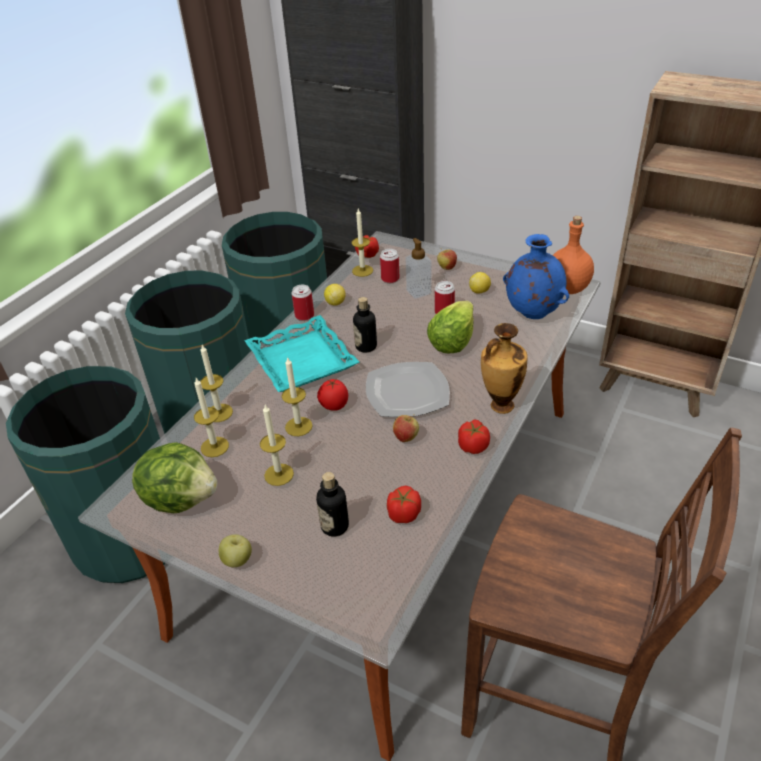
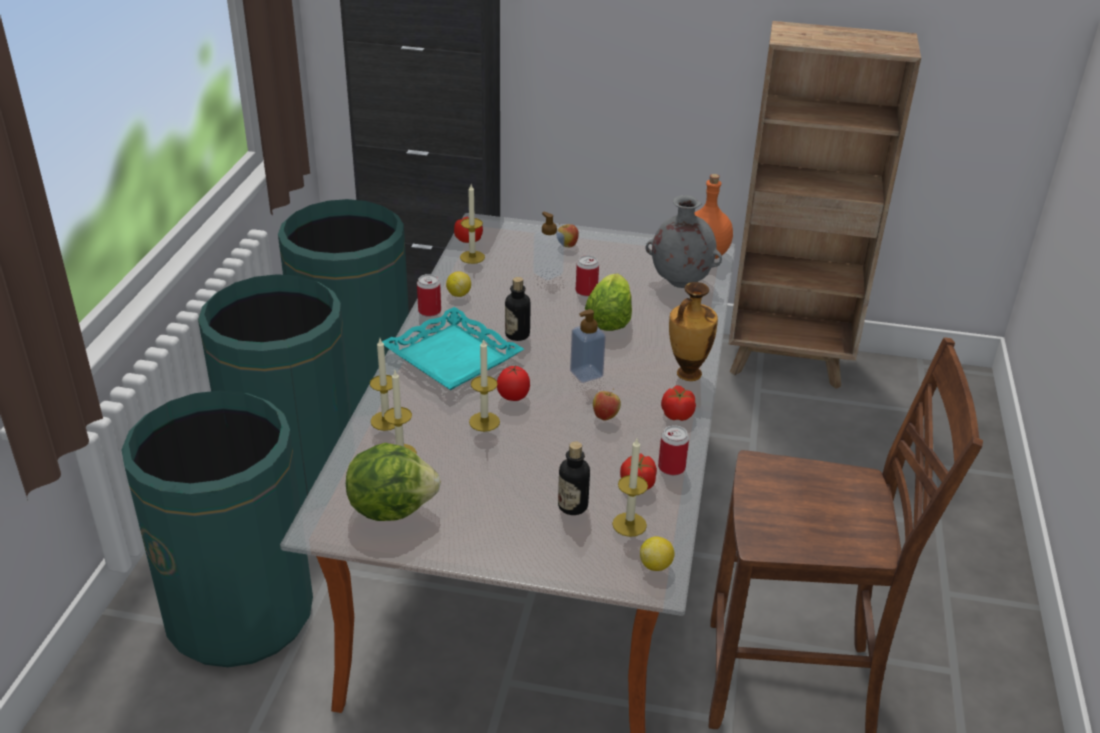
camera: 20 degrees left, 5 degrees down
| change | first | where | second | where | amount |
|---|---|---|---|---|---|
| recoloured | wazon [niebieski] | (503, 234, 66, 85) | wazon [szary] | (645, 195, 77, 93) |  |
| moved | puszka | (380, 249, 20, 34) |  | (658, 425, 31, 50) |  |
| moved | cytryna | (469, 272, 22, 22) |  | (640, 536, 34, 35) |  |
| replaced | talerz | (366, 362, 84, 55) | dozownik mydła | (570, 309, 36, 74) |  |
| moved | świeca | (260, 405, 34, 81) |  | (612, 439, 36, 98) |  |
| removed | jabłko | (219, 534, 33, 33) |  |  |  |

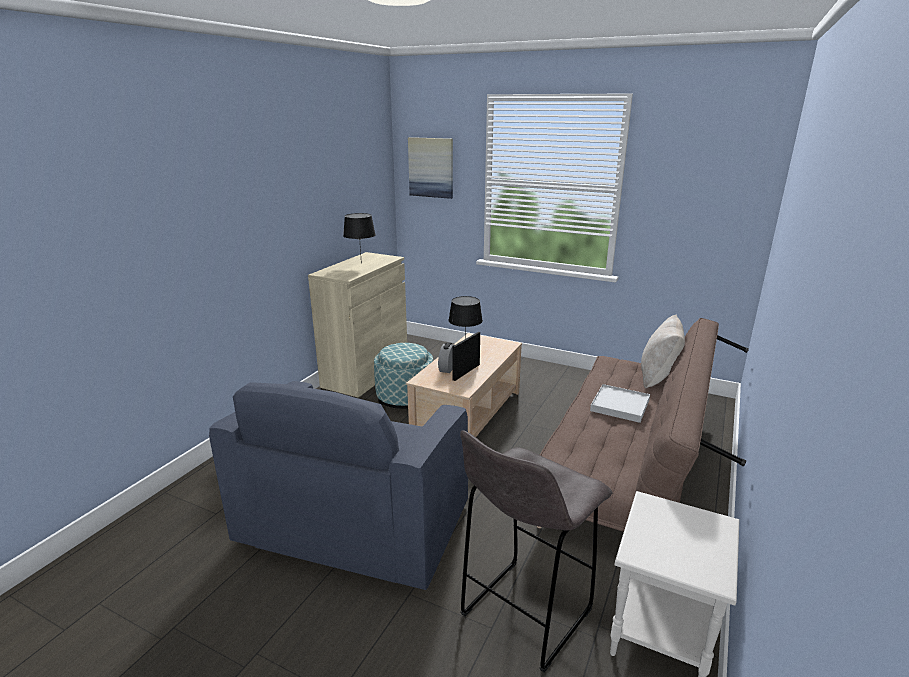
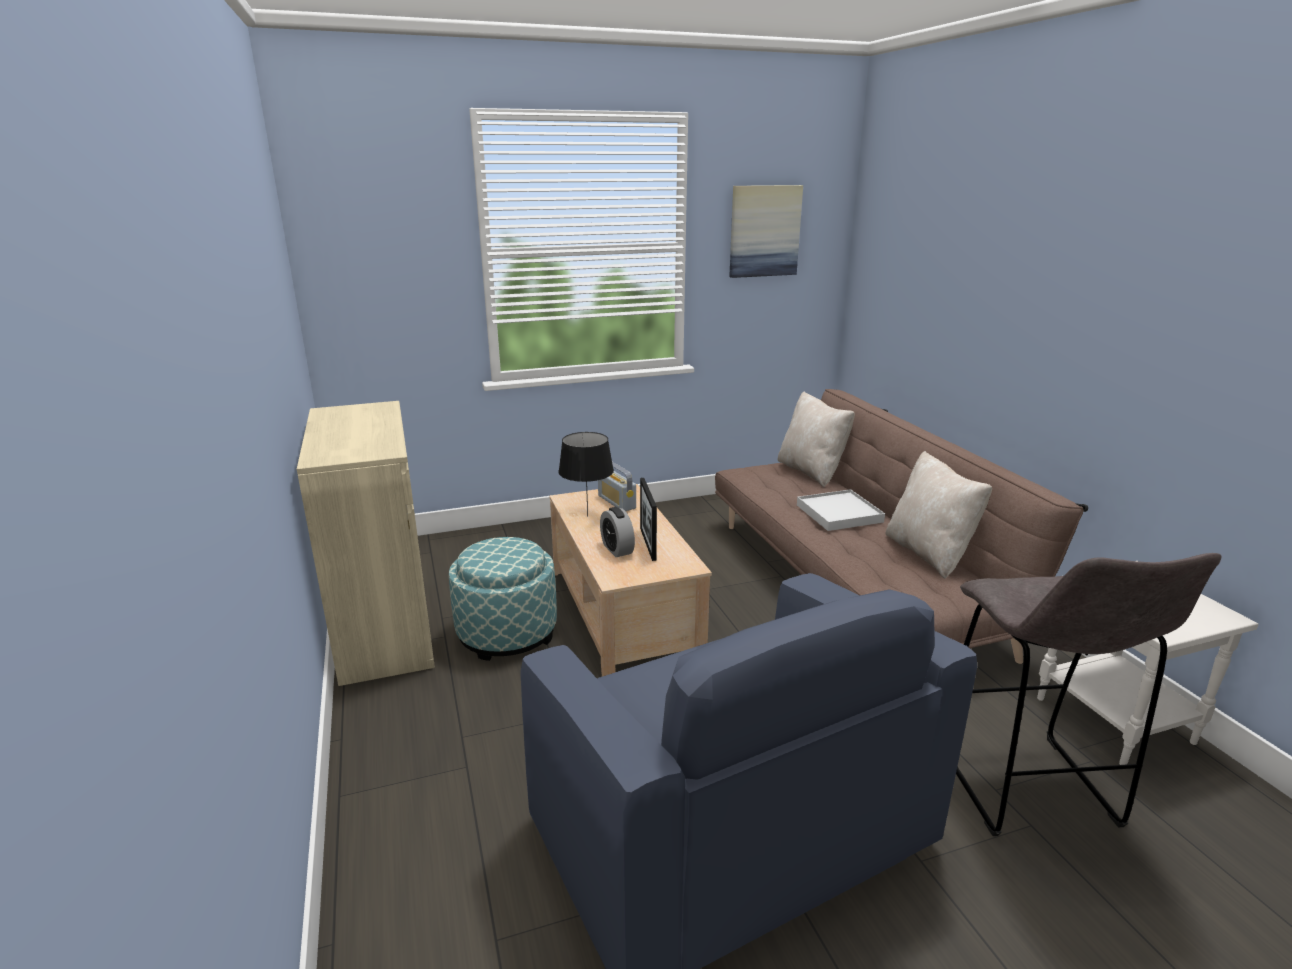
camera: 45 degrees left, 0 degrees up
| change | first | where | second | where | amount |
|---|---|---|---|---|---|
| moved | obraz | (408, 137, 45, 62) |  | (729, 185, 74, 93) |  |
| removed | lampa stołowa [czarny] | (343, 213, 33, 51) |  |  |  |
| added |  |  | poduszka [beżowy] | (885, 451, 107, 128) |  |
| added |  |  | radio | (598, 462, 38, 49) |  |

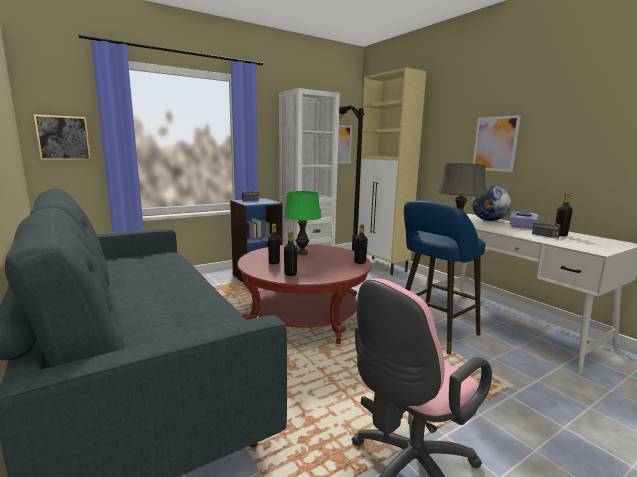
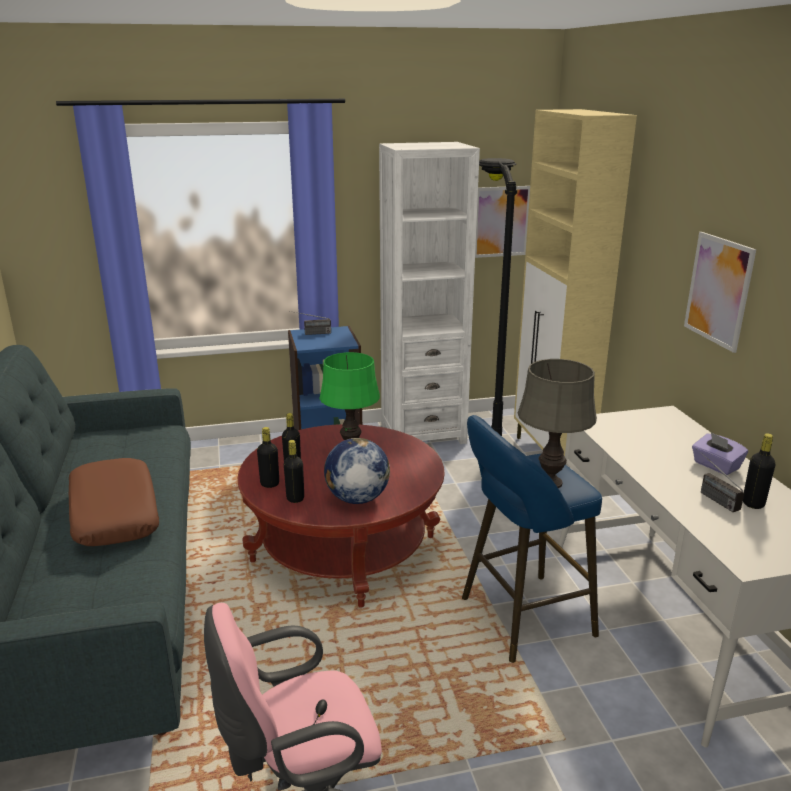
camera: 20 degrees right, 10 degrees up
| change | first | where | second | where | amount |
|---|---|---|---|---|---|
| removed | obraz | (34, 114, 57, 46) |  |  |  |
| moved | globus | (472, 185, 39, 36) |  | (324, 438, 66, 66) |  |
| moved | butelka [czarny] | (354, 224, 14, 40) |  | (257, 427, 22, 61) |  |
| added |  |  | poduszka [brązowy] | (69, 458, 90, 88) |  |

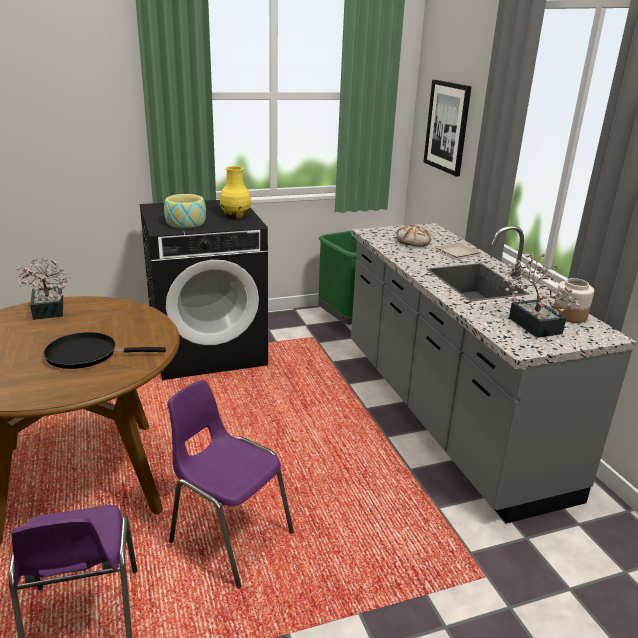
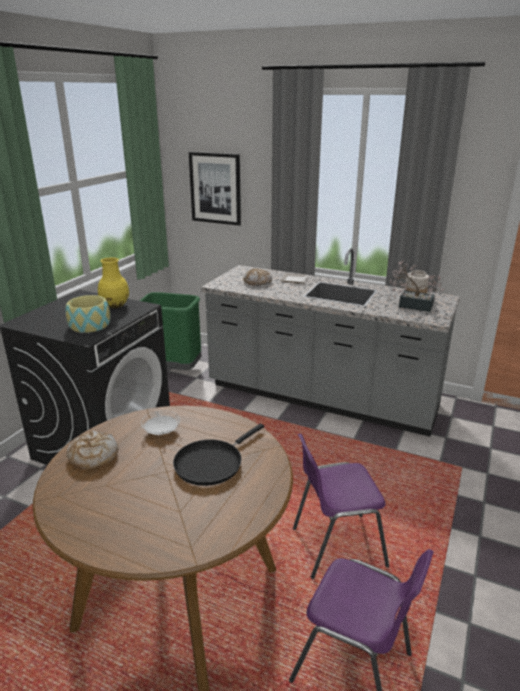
camera: 45 degrees left, 0 degrees up
| change | first | where | second | where | amount |
|---|---|---|---|---|---|
| replaced | roślina doniczkowa | (16, 258, 55, 62) | chleb | (66, 430, 52, 39) |  |
| added |  |  | talerz [biały] | (141, 410, 39, 25) |  |

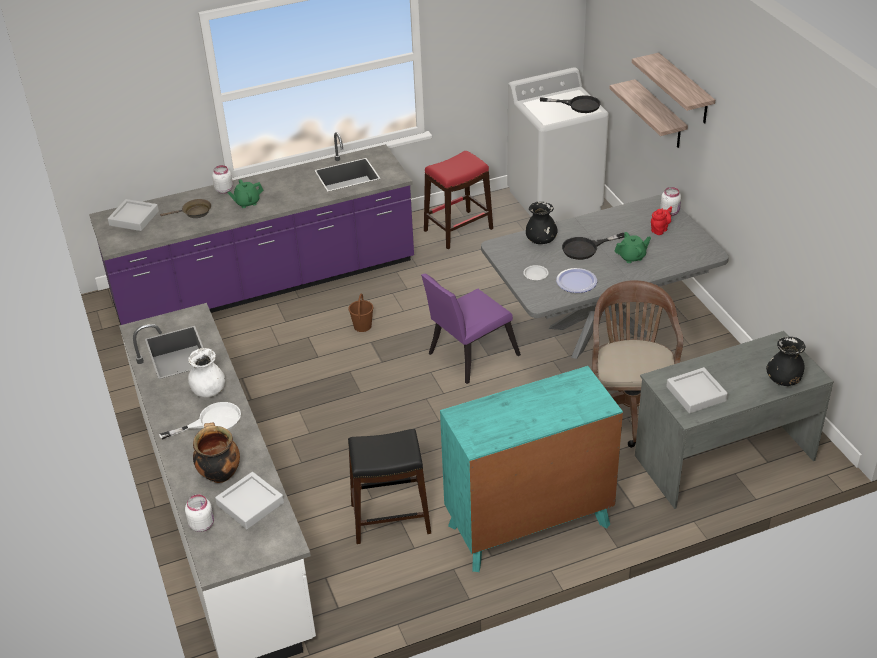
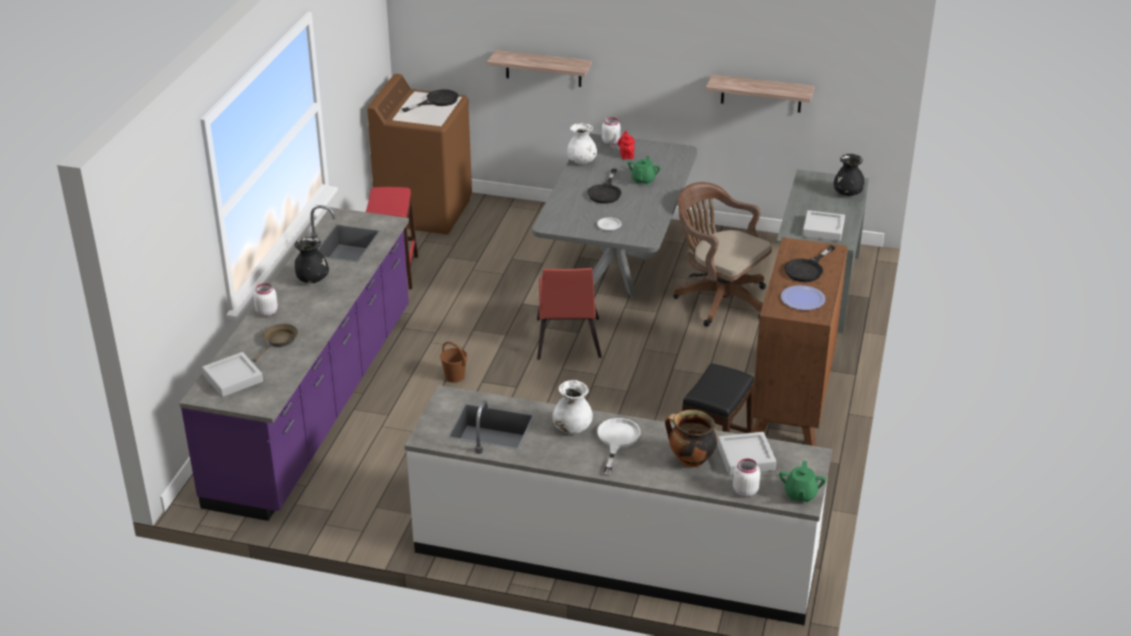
camera: 55 degrees left, 5 degrees down
| change | first | where | second | where | amount |
|---|---|---|---|---|---|
| moved | półka | (632, 53, 83, 71) |  | (706, 74, 108, 39) |  |
| recoloured | pralka [biały] | (507, 67, 102, 155) | pralka [brązowy] | (367, 74, 105, 161) |  |
| moved | imbryk [zielony] | (227, 179, 36, 29) |  | (779, 461, 47, 42) |  |
| moved | wazon [czarny] | (526, 202, 32, 42) |  | (295, 237, 34, 46) |  |
| moved | talerz | (556, 268, 41, 25) |  | (781, 285, 45, 25) |  |
| recoloured | krzesło [fioletowy] | (421, 274, 100, 110) | krzesło [czerwony] | (537, 268, 65, 92) |  |
| recoloured | komoda [turkusowy] | (440, 366, 183, 206) | komoda [brązowy] | (753, 237, 95, 209) |  |
| added |  |  | wazon [biały] | (567, 123, 30, 41) |  |
| added |  |  | patelnia [czarny] | (784, 245, 52, 37) |  |

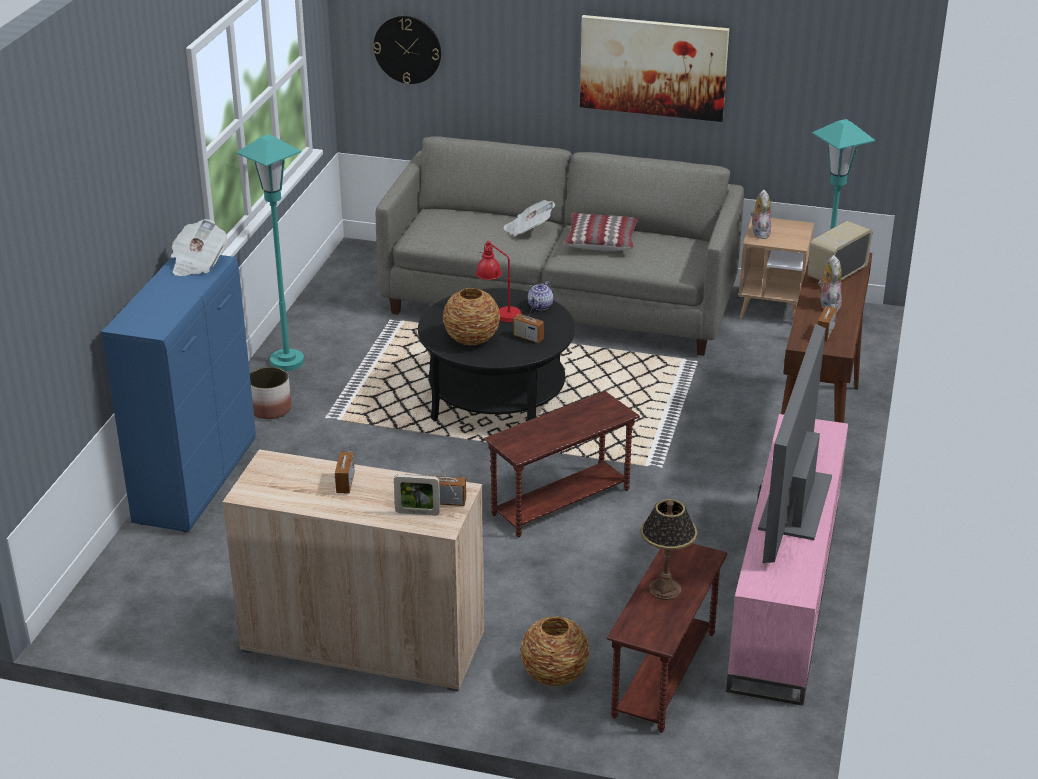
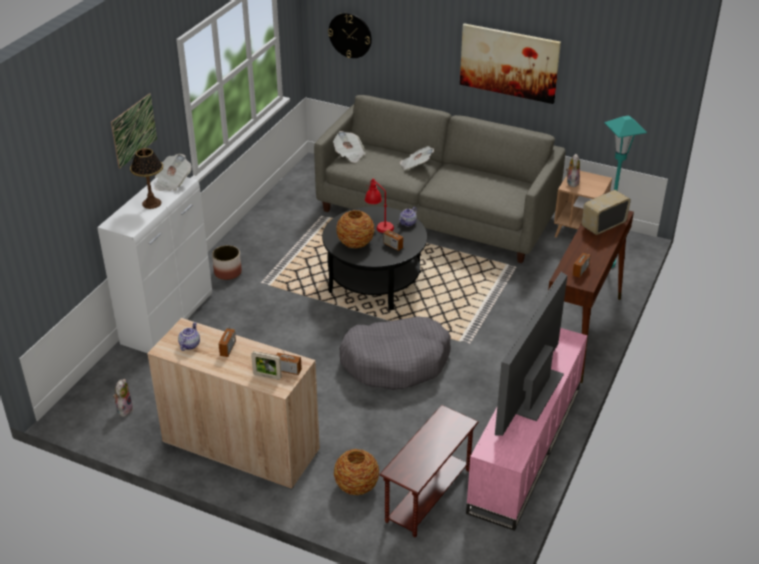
camera: 10 degrees right, 5 degrees up
| change | first | where | second | where | amount |
|---|---|---|---|---|---|
| removed | lampa stojąca [turkusowy] | (236, 134, 68, 237) |  |  |  |
| removed | poduszka | (563, 213, 75, 38) |  |  |  |
| recoloured | szafka [niebieski] | (102, 255, 154, 277) | szafka [biały] | (97, 177, 115, 176) |  |
| moved | pluszak | (818, 255, 24, 56) |  | (113, 379, 20, 39) |  |
| replaced | stolik [brązowy] | (484, 391, 156, 146) | legowisko [szary] | (339, 316, 112, 74) |  |
| moved | lampa stołowa | (641, 499, 56, 101) |  | (130, 148, 33, 61) |  |
| added |  |  | obraz | (111, 93, 46, 76) |  |
| added |  |  | gazeta | (333, 131, 33, 32) |  |
| added |  |  | imbryk | (178, 322, 22, 29) |  |

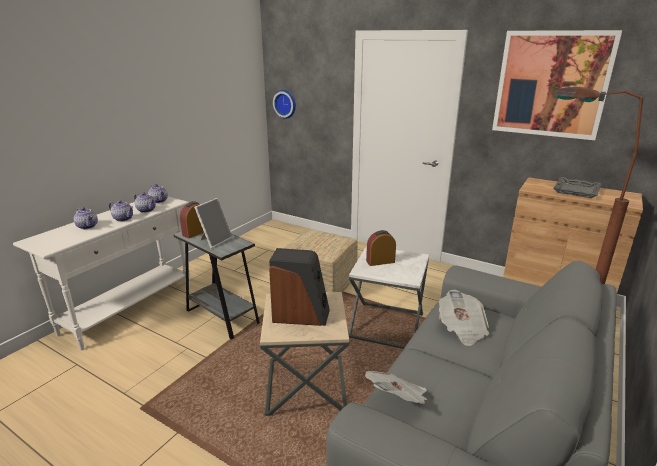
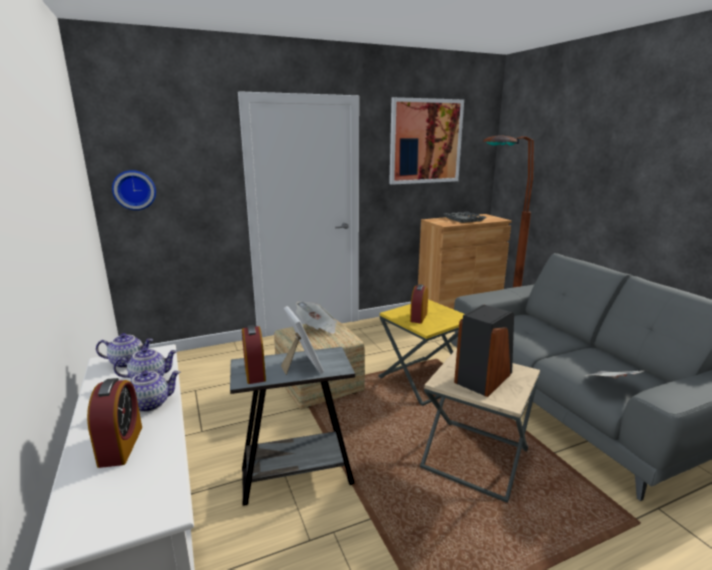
camera: 55 degrees left, 5 degrees down
| change | first | where | second | where | amount |
|---|---|---|---|---|---|
| replaced | imbryk | (74, 207, 24, 22) | budzik | (87, 378, 55, 90) |  |
| recoloured | stolik [biały] | (348, 246, 81, 103) | stolik [żółty] | (378, 299, 86, 107) |  |
| moved | gazeta | (439, 290, 51, 56) |  | (296, 301, 41, 33) |  |

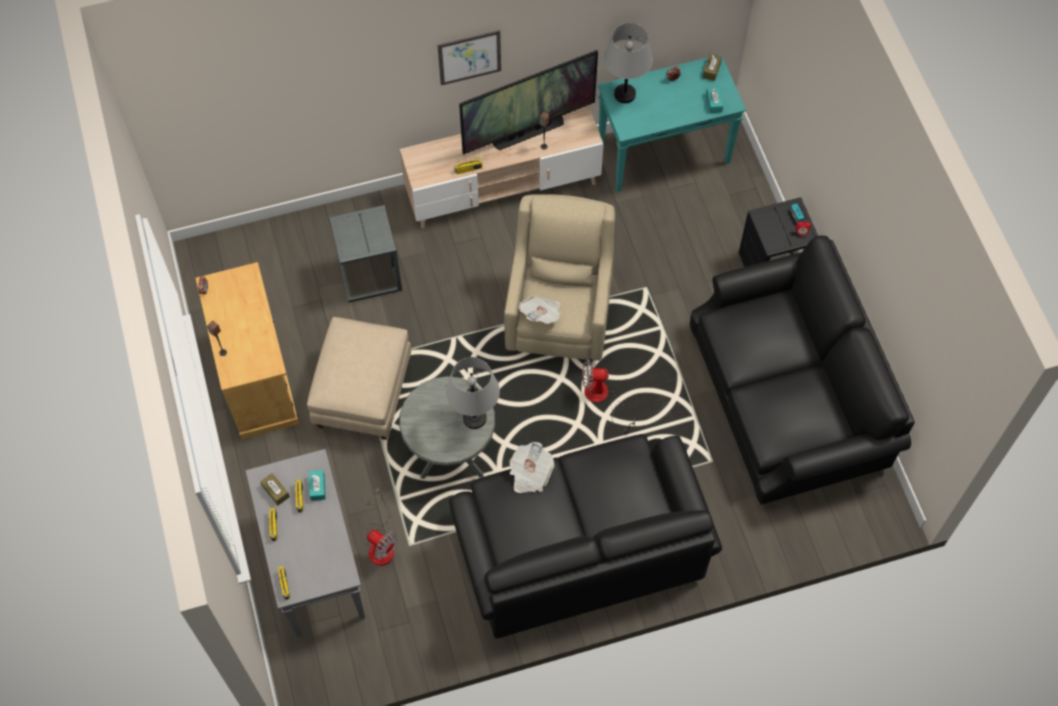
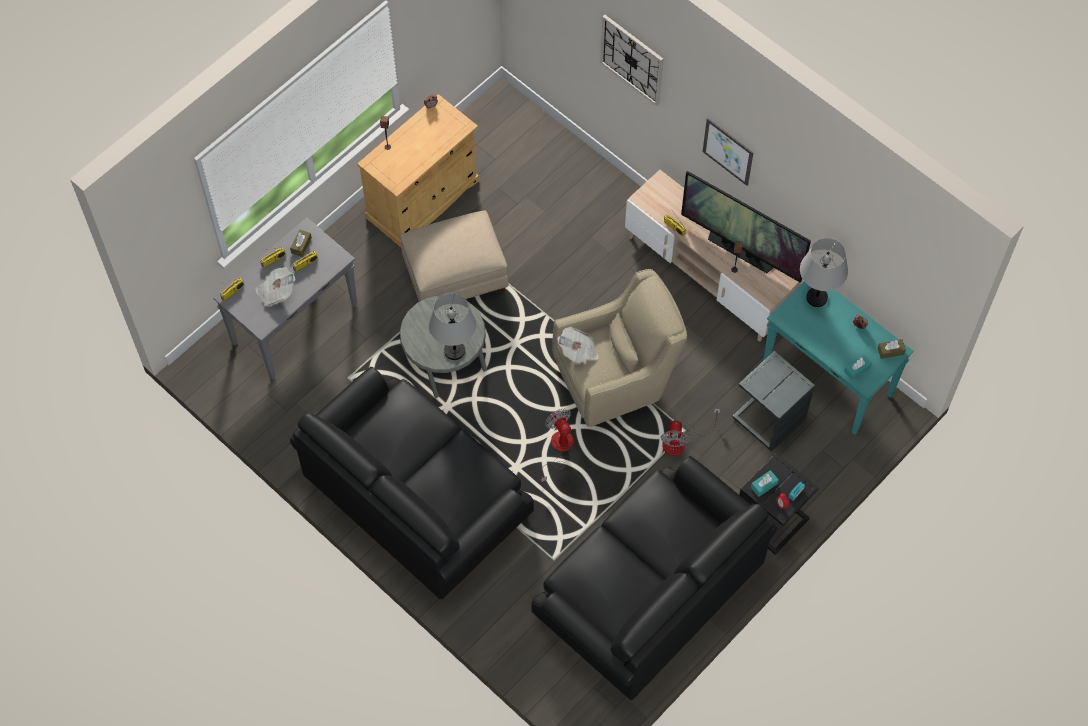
camera: 60 degrees right, 0 degrees up
| change | first | where | second | where | amount |
|---|---|---|---|---|---|
| moved | stolik [szary] | (329, 205, 73, 98) |  | (732, 351, 83, 101) |  |
| moved | gazeta | (509, 442, 45, 51) |  | (255, 267, 40, 39) |  |
| moved | pudełko chusteczek [turkusowy] | (309, 470, 17, 31) |  | (751, 470, 28, 27) |  |
| moved | wentylator | (366, 487, 32, 79) |  | (661, 409, 59, 47) |  |
| added |  |  | zegar ścienny | (600, 14, 63, 92) |  |

